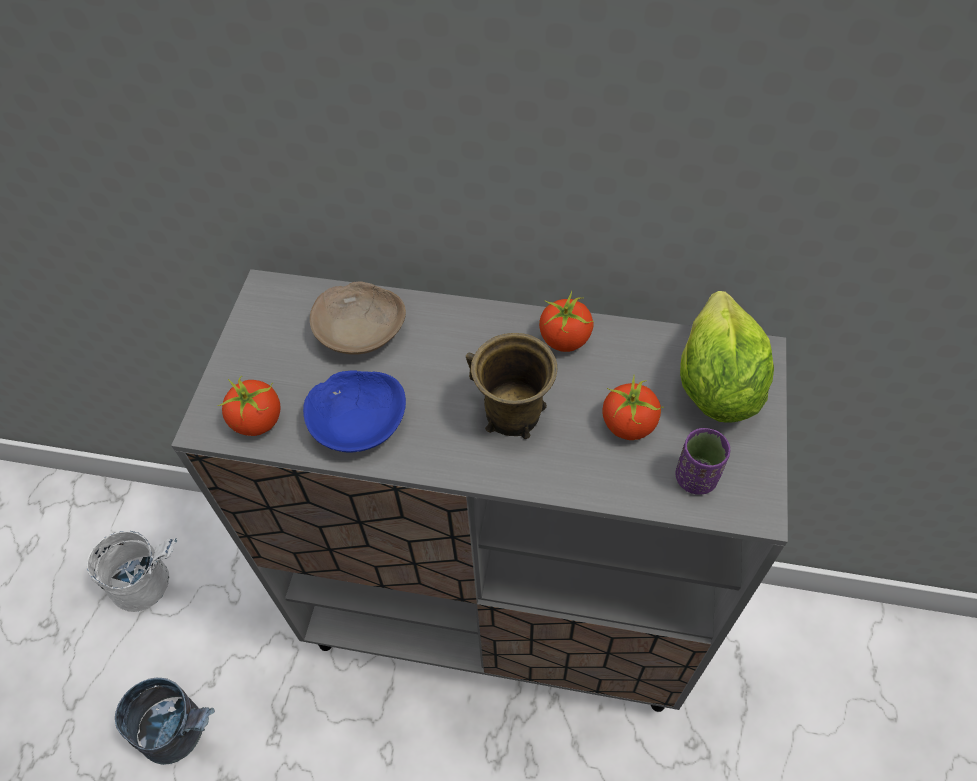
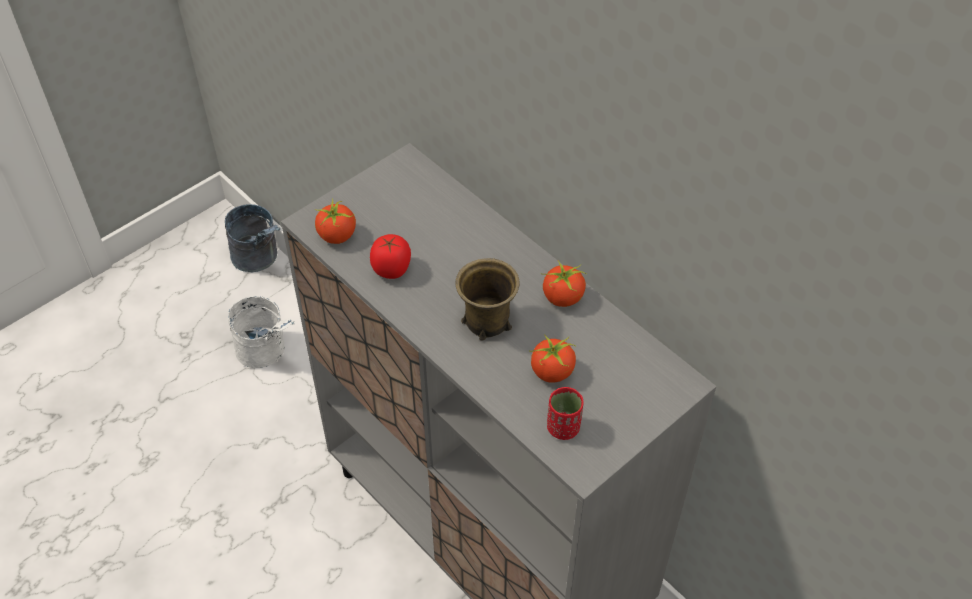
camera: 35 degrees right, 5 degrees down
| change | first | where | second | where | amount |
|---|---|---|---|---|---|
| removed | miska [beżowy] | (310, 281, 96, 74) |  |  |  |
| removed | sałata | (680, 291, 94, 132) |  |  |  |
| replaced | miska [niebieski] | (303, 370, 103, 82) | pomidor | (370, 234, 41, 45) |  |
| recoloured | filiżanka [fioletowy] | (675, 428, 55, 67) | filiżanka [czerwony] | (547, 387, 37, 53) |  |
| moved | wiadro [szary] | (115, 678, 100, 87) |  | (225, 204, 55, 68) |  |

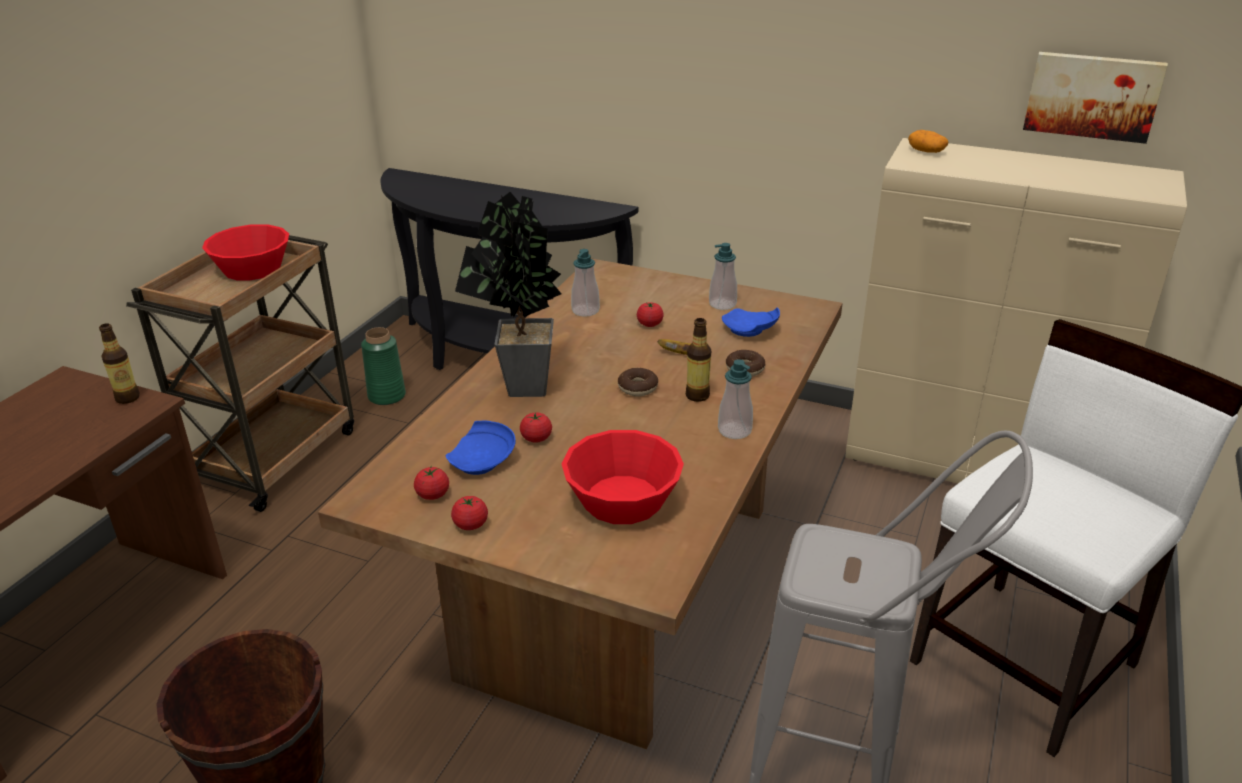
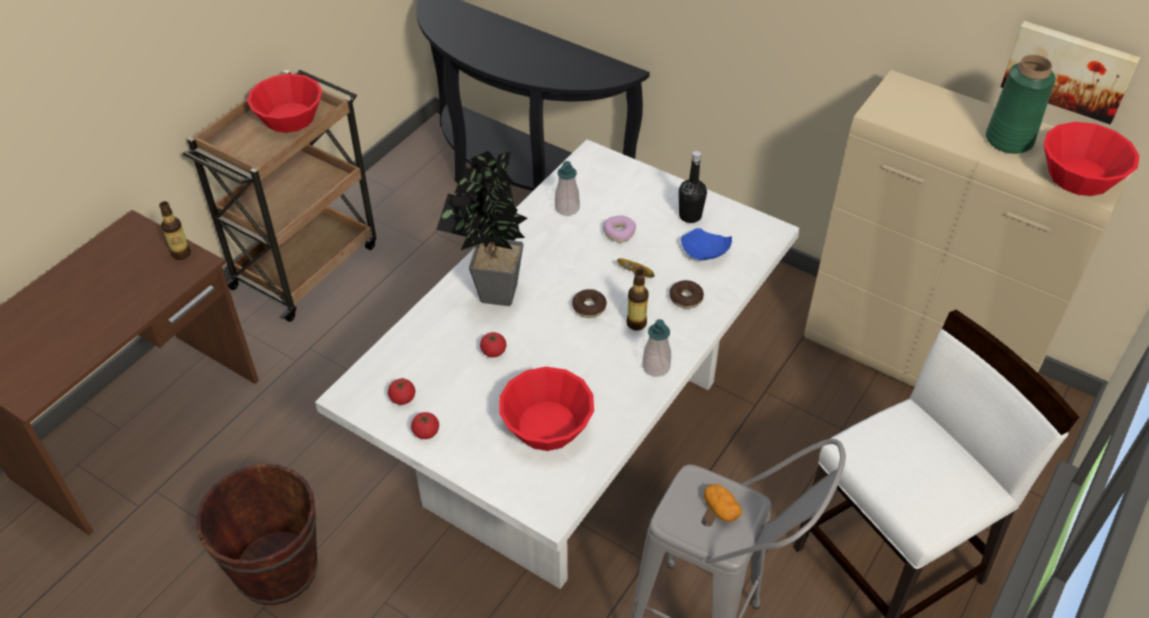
camera: 10 degrees right, 15 degrees up
| change | first | where | second | where | amount |
|---|---|---|---|---|---|
| moved | ziemniak | (908, 130, 41, 23) |  | (704, 484, 38, 38) |  |
| replaced | dozownik mydła | (709, 243, 28, 67) | butelka [czarny] | (679, 151, 28, 72) |  |
| recoloured | stół jadalny [brązowy] | (318, 258, 525, 491) | stół jadalny [biały] | (315, 139, 485, 450) |  |
| replaced | pomidor | (637, 302, 27, 25) | donut | (603, 216, 33, 26) |  |
| moved | wazon [zielony] | (361, 327, 45, 78) |  | (986, 55, 70, 99) |  |
| removed | talerz [niebieski] | (445, 421, 71, 54) |  |  |  |
| added |  |  | miska [czerwony] | (1044, 122, 95, 74) |  |

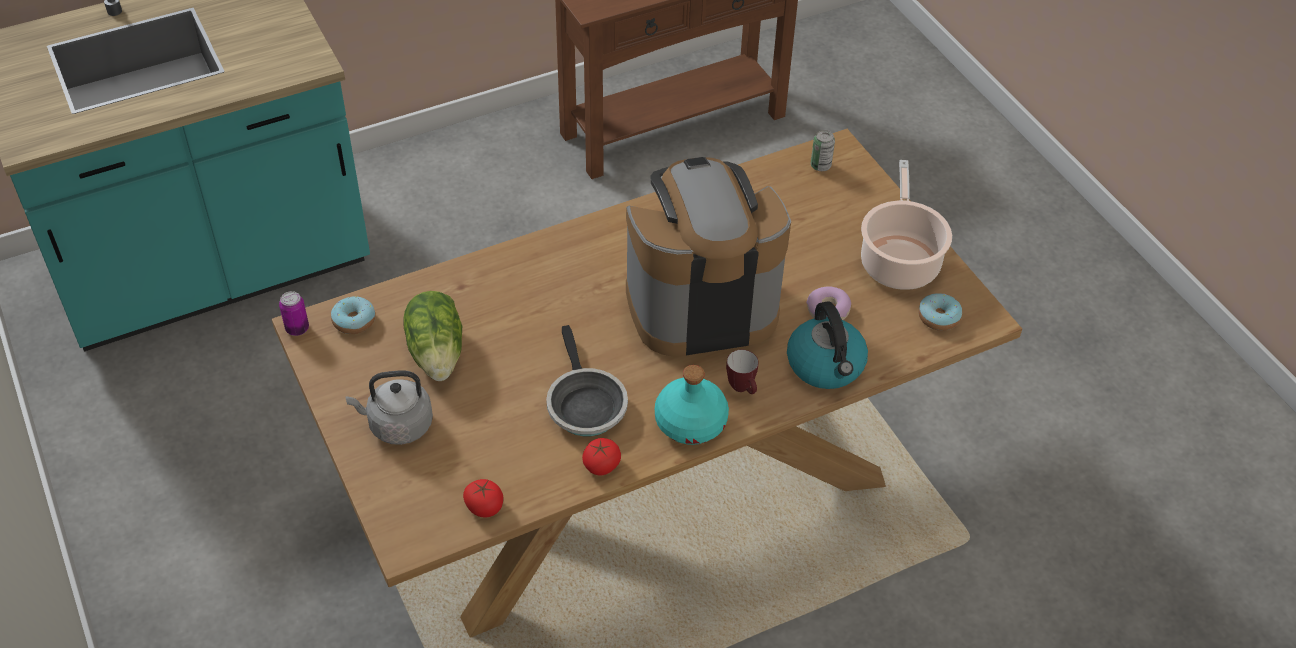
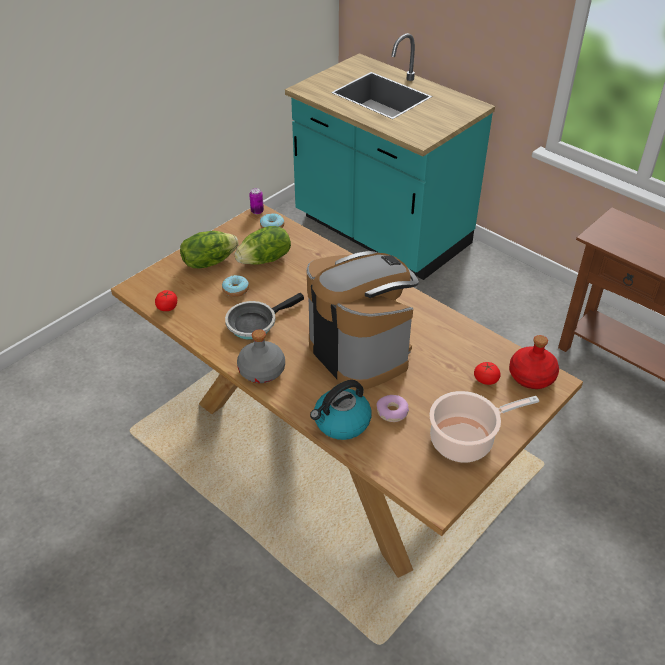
camera: 70 degrees right, 5 degrees down
| change | first | where | second | where | amount |
|---|---|---|---|---|---|
| replaced | puszka | (811, 130, 24, 41) | butelka [czerwony] | (509, 335, 50, 54) |  |
| moved | donut | (918, 294, 44, 37) |  | (222, 275, 27, 22) |  |
| removed | kubek | (726, 350, 32, 44) |  |  |  |
| recoloured | butelka [turkusowy] | (655, 365, 74, 80) | butelka [szary] | (237, 329, 48, 54) |  |
| replaced | czajnik [szary] | (345, 370, 88, 75) | sałata | (180, 231, 58, 37) |  |
| moved | pomidor | (582, 438, 39, 37) |  | (474, 362, 27, 23) |  |

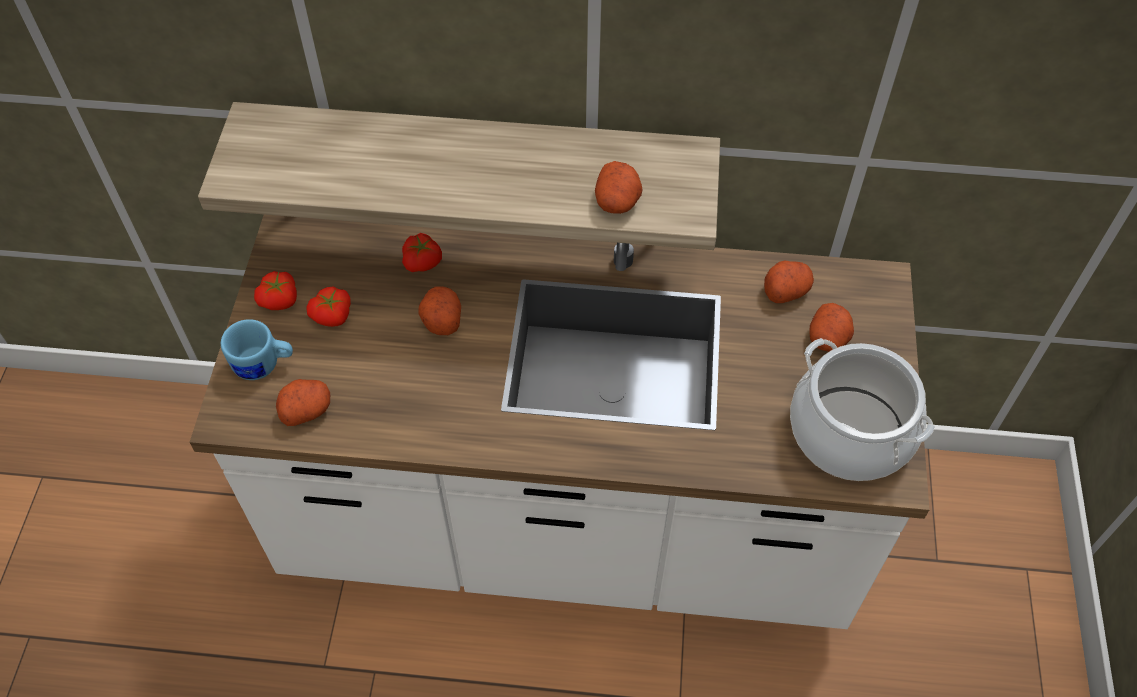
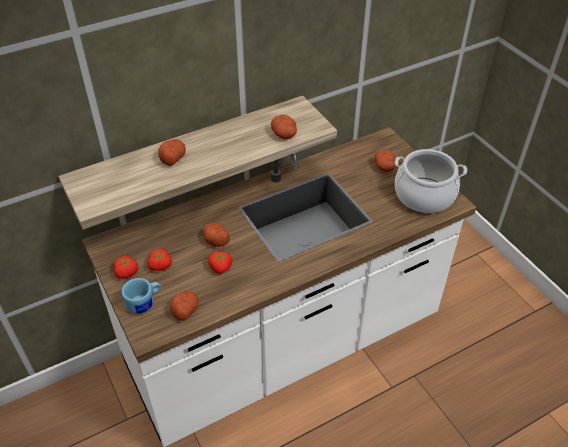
camera: 35 degrees left, 10 degrees down
| change | first | where | second | where | amount |
|---|---|---|---|---|---|
| moved | pomidor | (402, 233, 40, 39) |  | (208, 251, 24, 23) |  |
| moved | ziemniak | (764, 261, 50, 42) |  | (158, 139, 28, 27) |  |

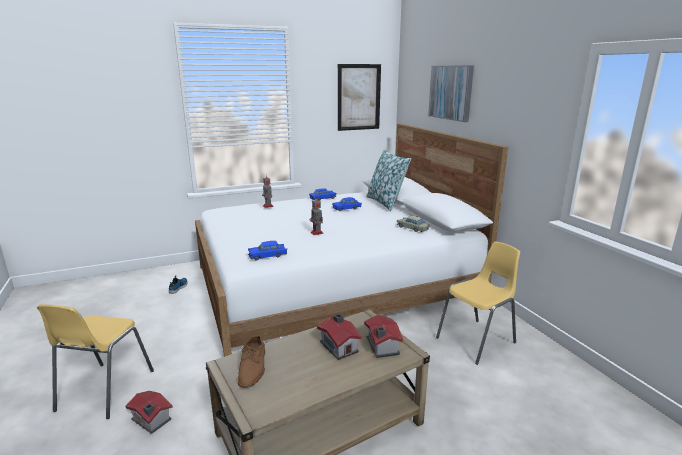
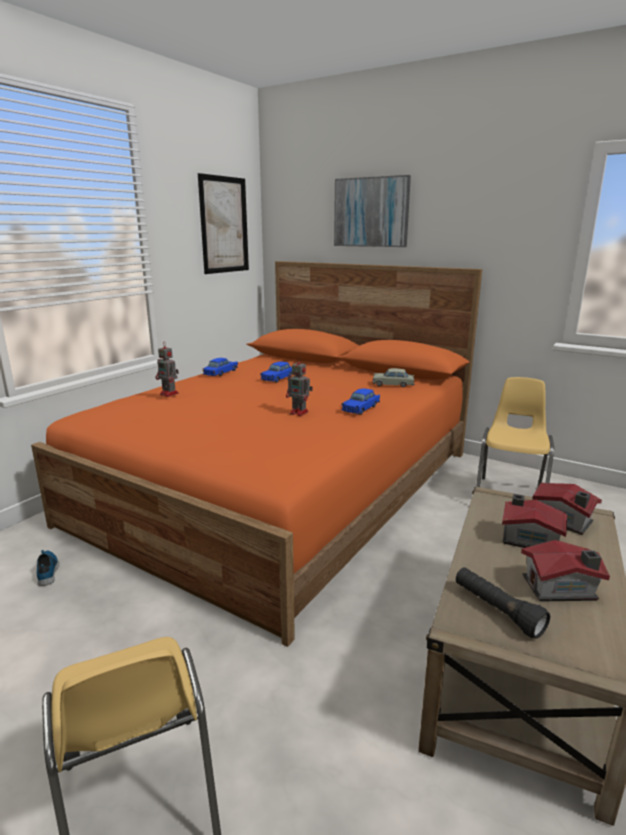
camera: 35 degrees left, 0 degrees up
| change | first | where | second | where | amount |
|---|---|---|---|---|---|
| recoloured | łóżko [biały] | (195, 124, 313, 233) | łóżko [pomarańczowy] | (31, 261, 451, 386) |  |
| removed | poduszka | (366, 149, 45, 62) |  |  |  |
| moved | samochodzik [niebieski] | (248, 241, 39, 20) |  | (341, 388, 39, 27) |  |
| replaced | but [brązowy] | (238, 336, 27, 52) | latarka [czarny] | (456, 567, 94, 72) |  |
| moved | domek | (126, 391, 47, 43) |  | (521, 540, 89, 62) |  |

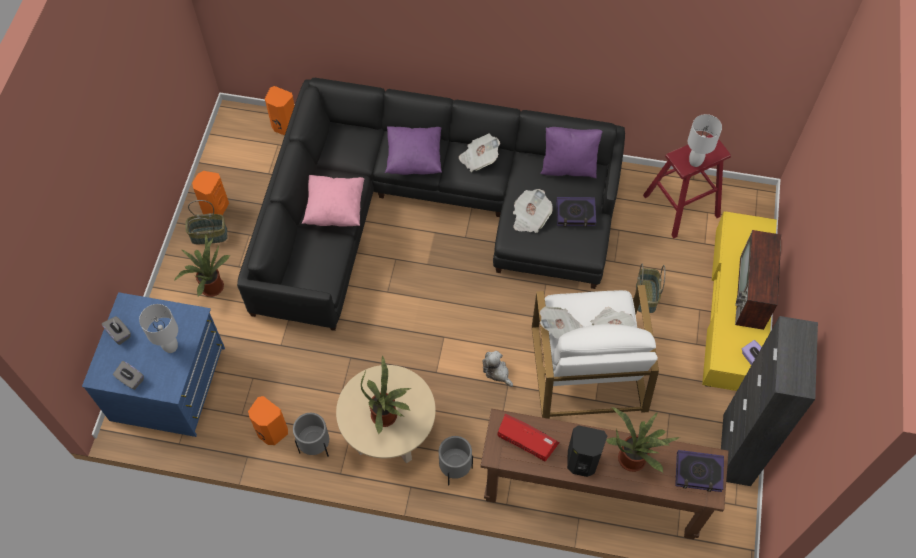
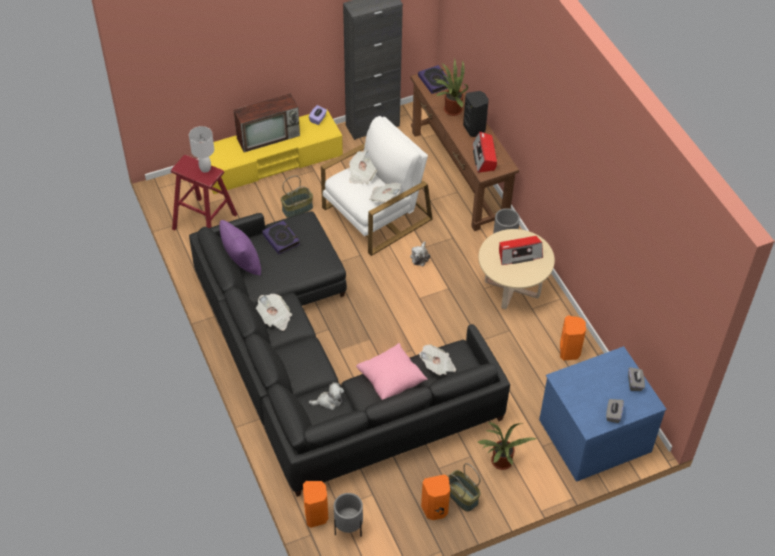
camera: 125 degrees left, 10 degrees down
| change | first | where | second | where | amount |
|---|---|---|---|---|---|
| removed | poduszka [fioletowy] | (385, 126, 57, 49) |  |  |  |
| moved | gazeta | (513, 189, 40, 44) |  | (419, 344, 37, 31) |  |
| removed | lampa stołowa [biały] | (139, 304, 39, 49) |  |  |  |
| replaced | roślina doniczkowa | (361, 355, 51, 79) | radio | (499, 236, 44, 29) |  |
| moved | donica [szary] | (293, 413, 36, 44) |  | (334, 493, 29, 43) |  |
| added |  |  | pluszak | (309, 382, 35, 28) |  |

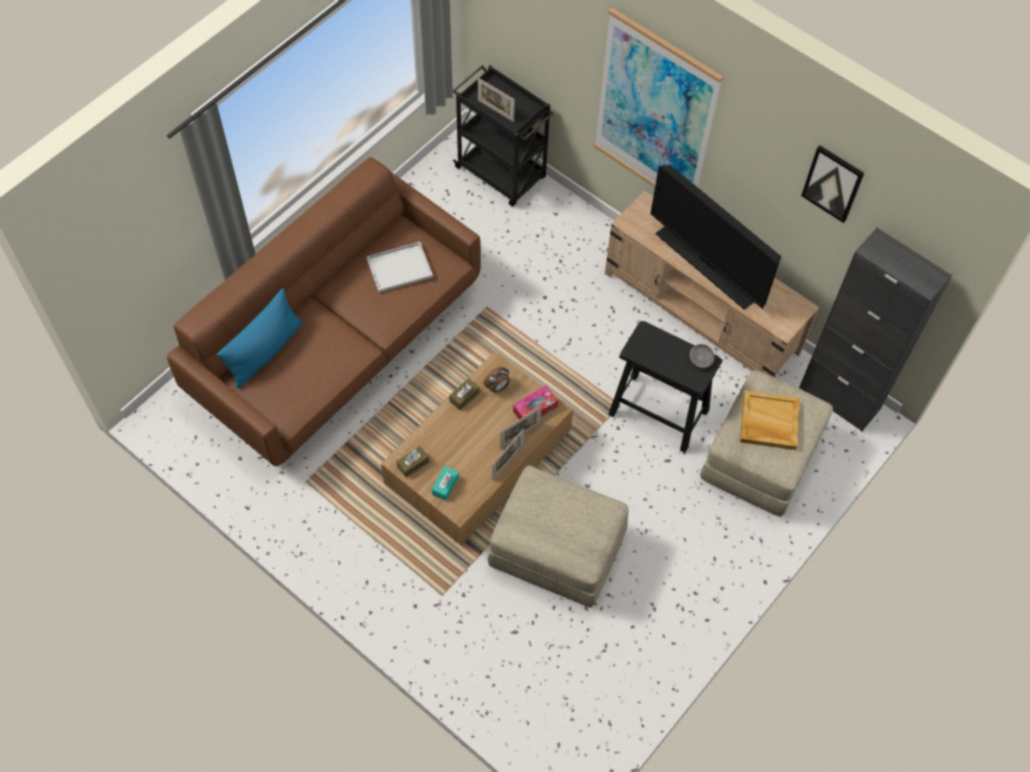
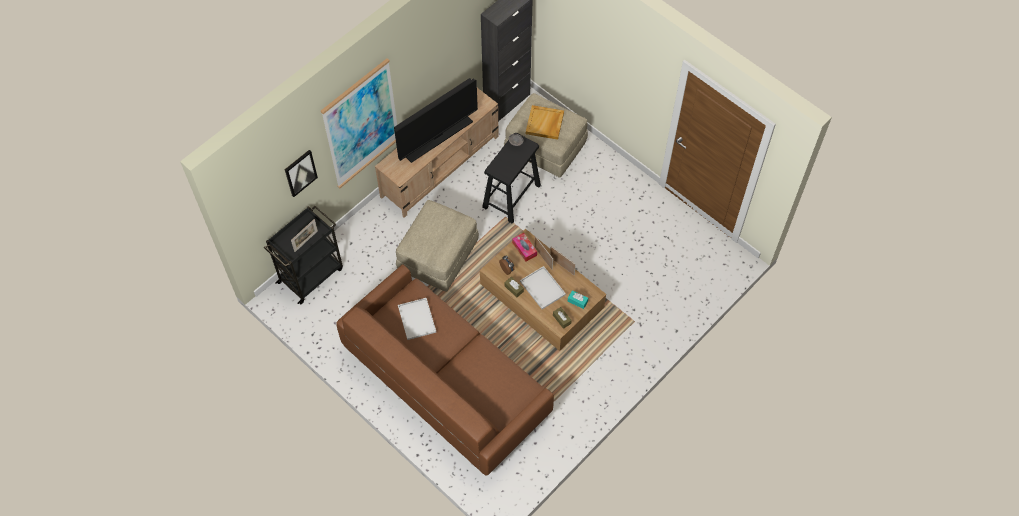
camera: 85 degrees left, 0 degrees up
| change | first | where | second | where | amount |
|---|---|---|---|---|---|
| moved | obraz | (801, 145, 63, 78) |  | (284, 150, 34, 47) |  |
| removed | poduszka [niebieski] | (217, 288, 86, 100) |  |  |  |
| moved | pufa [beżowy] | (487, 466, 142, 142) |  | (396, 200, 83, 92) |  |
| added |  |  | taca [biały] | (520, 266, 46, 43) |  |

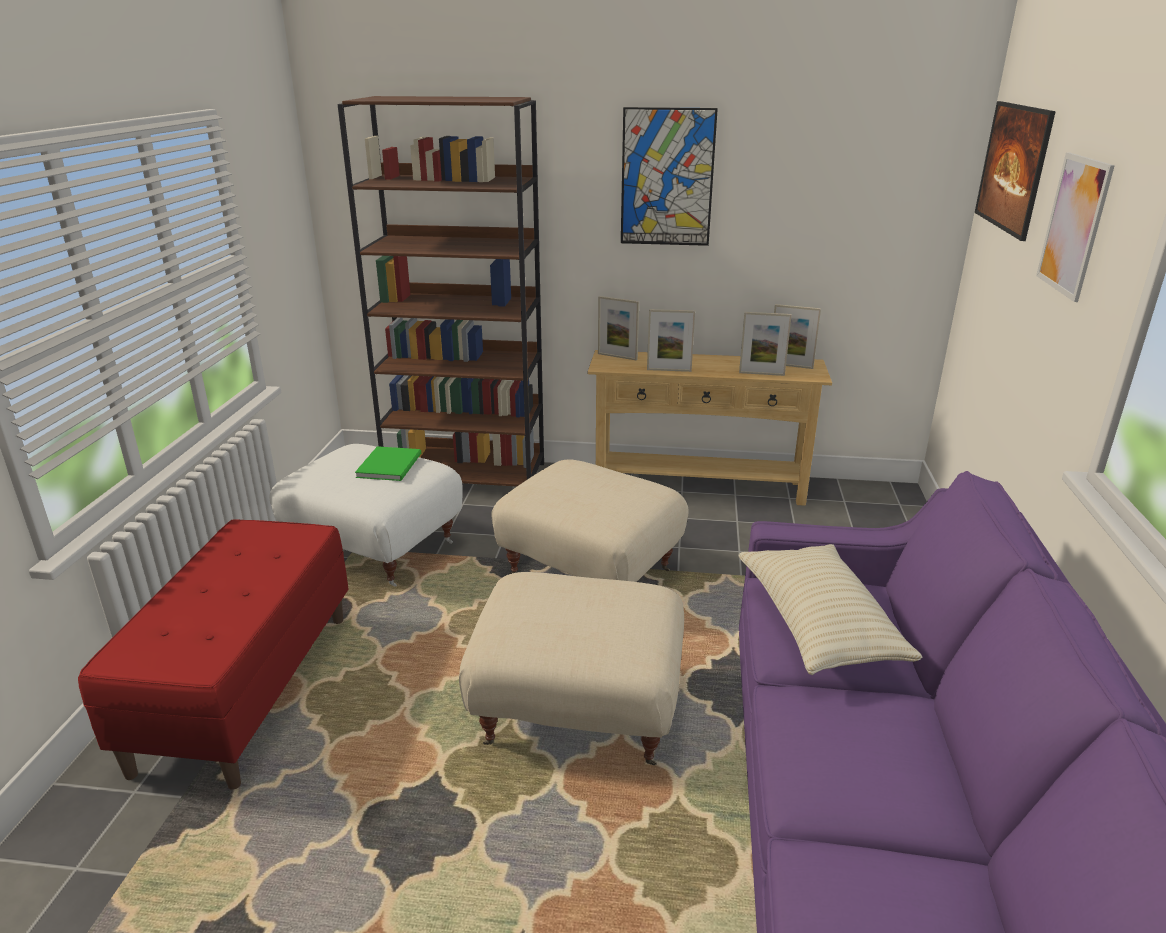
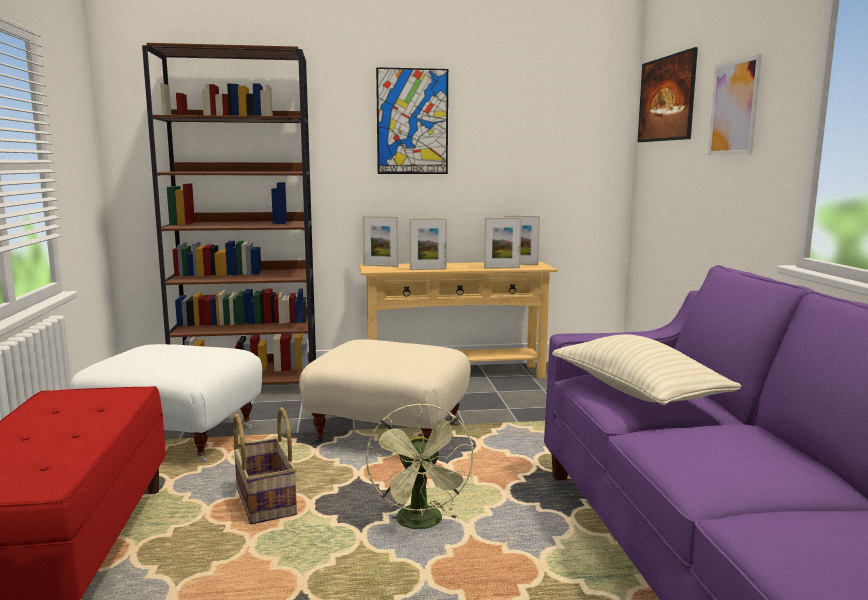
camera: 15 degrees left, 15 degrees down
| change | first | where | second | where | amount |
|---|---|---|---|---|---|
| removed | książka [zielony] | (355, 446, 66, 35) |  |  |  |
| replaced | pufa [beżowy] | (459, 572, 225, 193) | wentylator [zielony] | (366, 403, 108, 126) |  |
| added |  |  | koszyk | (233, 407, 64, 117) |  |

